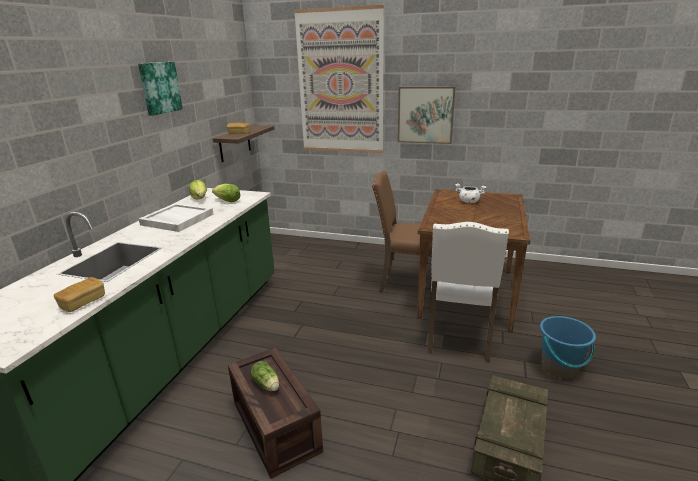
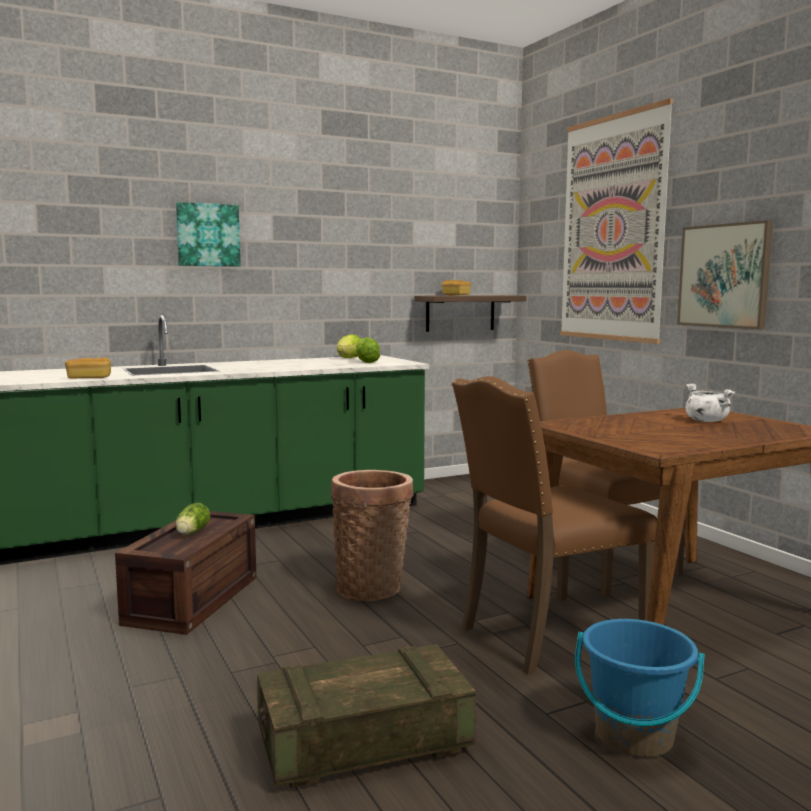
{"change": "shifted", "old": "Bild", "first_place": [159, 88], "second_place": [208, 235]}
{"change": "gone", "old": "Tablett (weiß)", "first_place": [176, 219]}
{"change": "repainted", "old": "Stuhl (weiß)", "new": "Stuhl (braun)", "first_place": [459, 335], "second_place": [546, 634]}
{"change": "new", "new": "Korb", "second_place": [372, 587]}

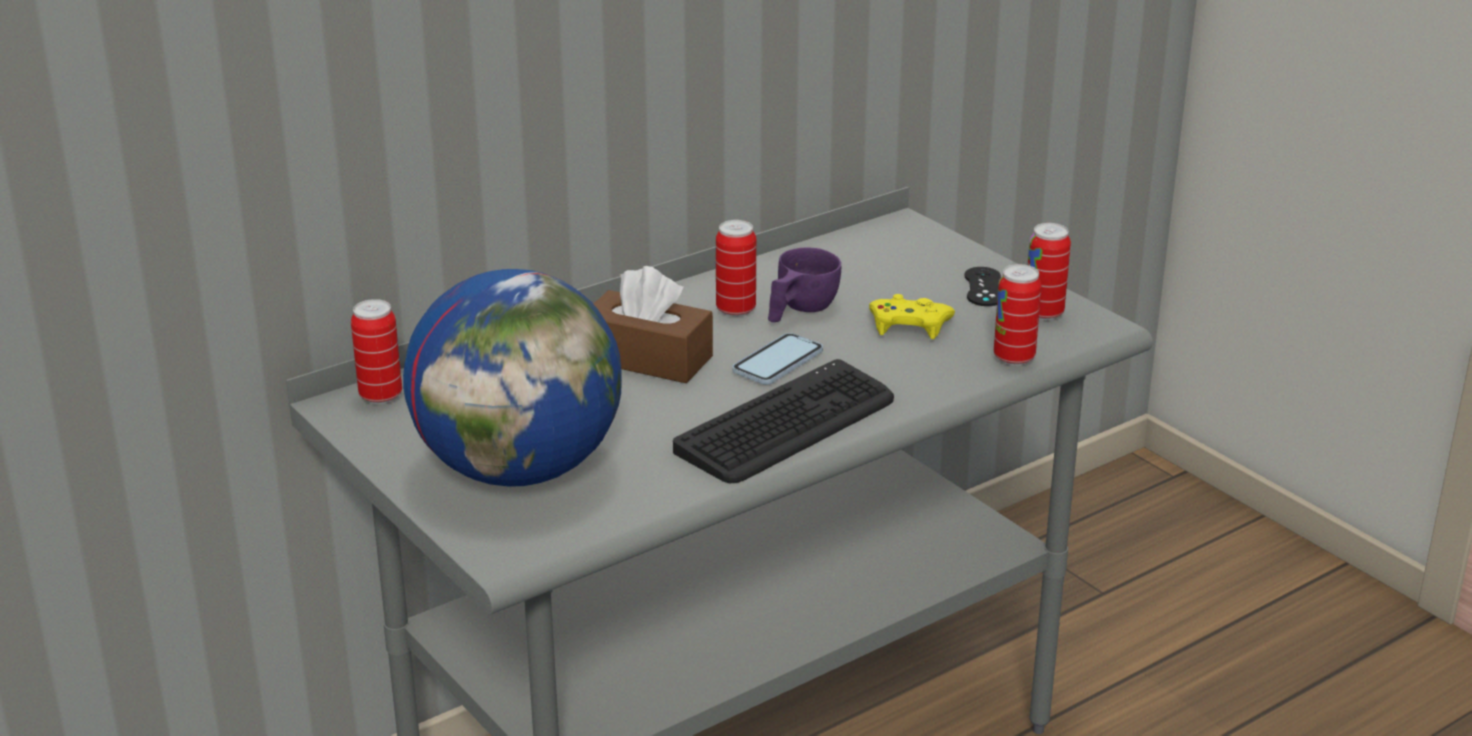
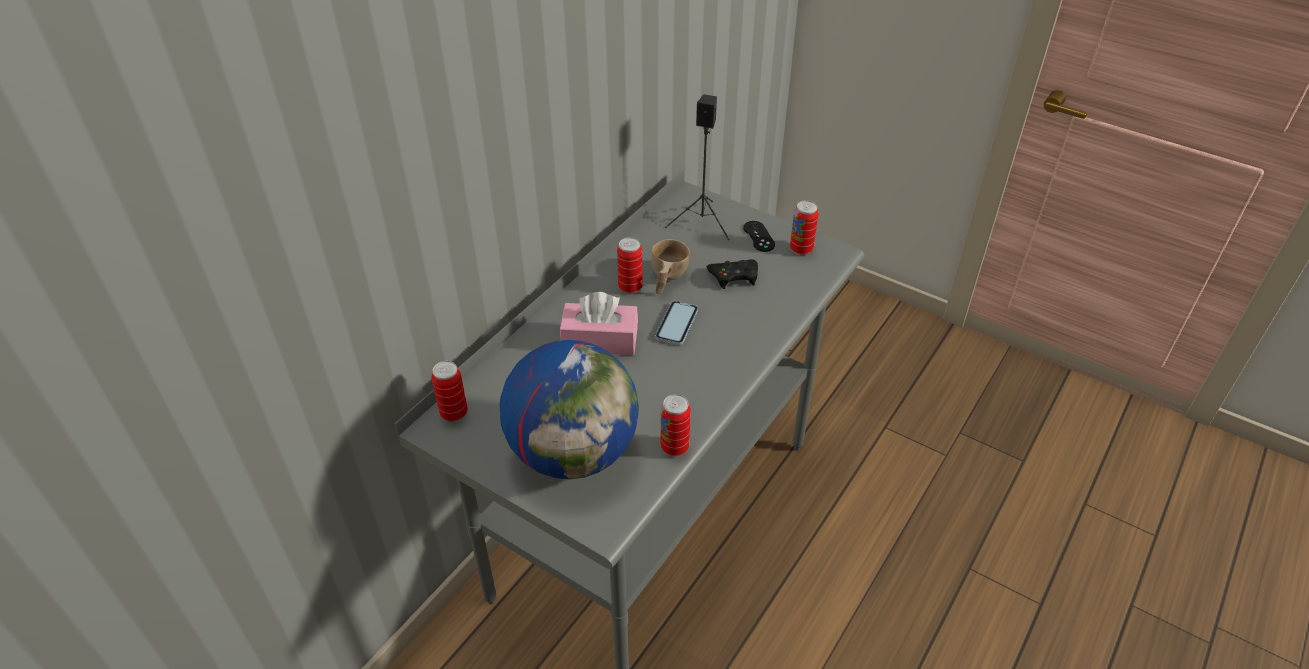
{"change": "repainted", "old": "Tasse (lila)", "new": "Tasse (beige)", "first_place": [799, 310], "second_place": [666, 279]}
{"change": "shifted", "old": "Dose", "first_place": [1014, 358], "second_place": [674, 447]}
{"change": "repainted", "old": "Taschentuchbox (braun)", "new": "Taschentuchbox (rosa)", "first_place": [647, 358], "second_place": [600, 340]}
{"change": "repainted", "old": "Gamepad (gelb)", "new": "Gamepad (schwarz)", "first_place": [909, 325], "second_place": [734, 276]}
{"change": "gone", "old": "Tastatur", "first_place": [787, 425]}
{"change": "new", "new": "Lautsprecher (schwarz)", "second_place": [703, 222]}

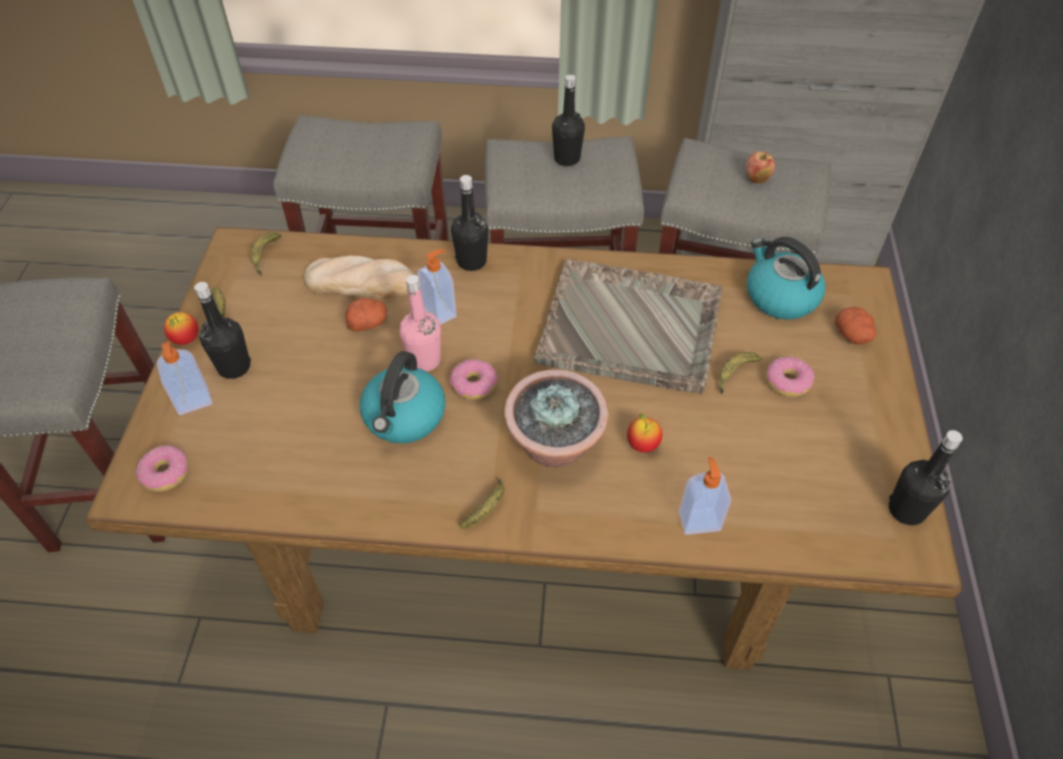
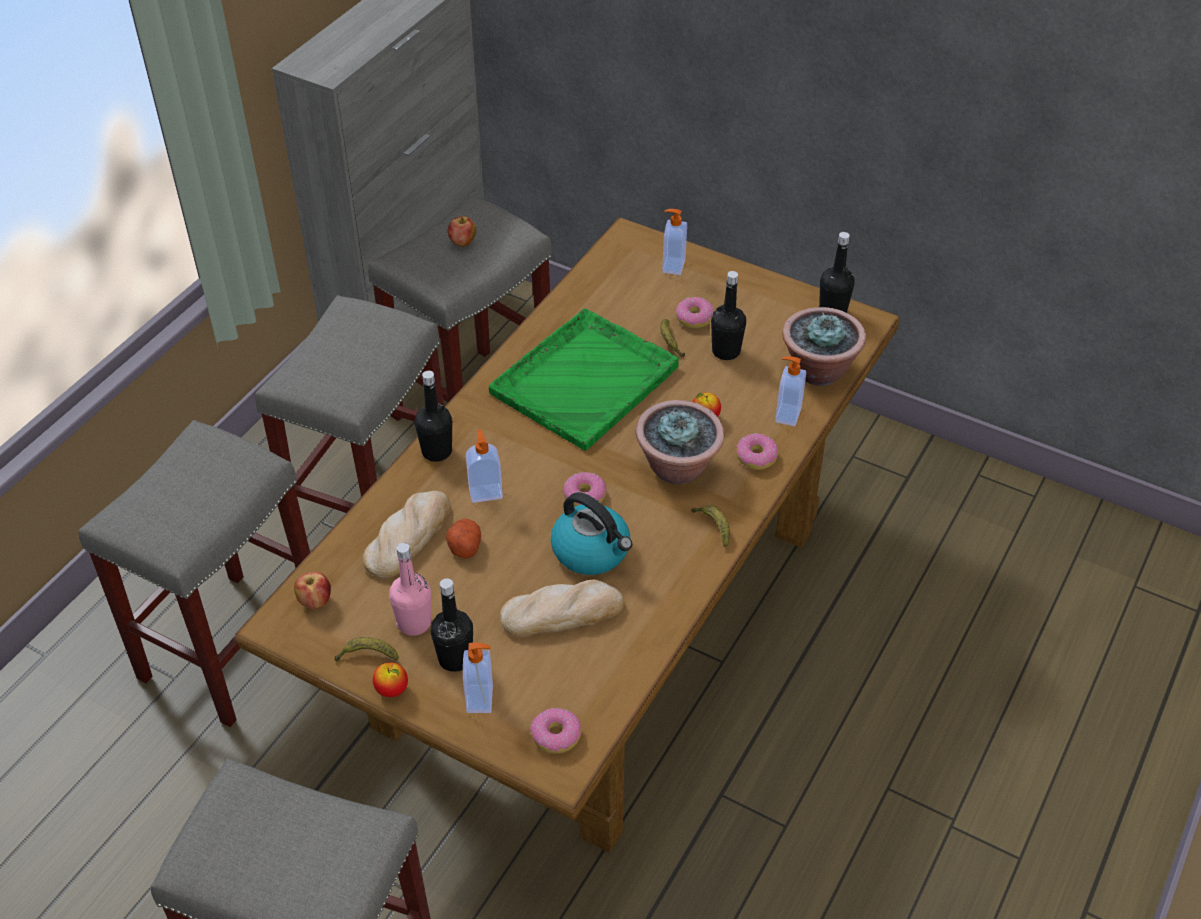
{"change": "shifted", "old": "Flasche (schwarz)", "first_place": [567, 158], "second_place": [726, 351]}
{"change": "swapped", "old": "Banane", "new": "Apfel", "first_place": [265, 256], "second_place": [315, 601]}
{"change": "gone", "old": "Wasserkessel", "first_place": [779, 296]}
{"change": "repainted", "old": "Tablett (grau)", "new": "Tablett (grün)", "first_place": [632, 328], "second_place": [586, 379]}
{"change": "shifted", "old": "Flasche (rosa)", "first_place": [424, 360], "second_place": [414, 623]}
{"change": "swapped", "old": "Kartoffel", "new": "Seifenspender", "first_place": [853, 335], "second_place": [672, 266]}
{"change": "new", "new": "Topfpflanze", "second_place": [818, 370]}
{"change": "new", "new": "Donut", "second_place": [756, 457]}
{"change": "new", "new": "Brot", "second_place": [562, 612]}

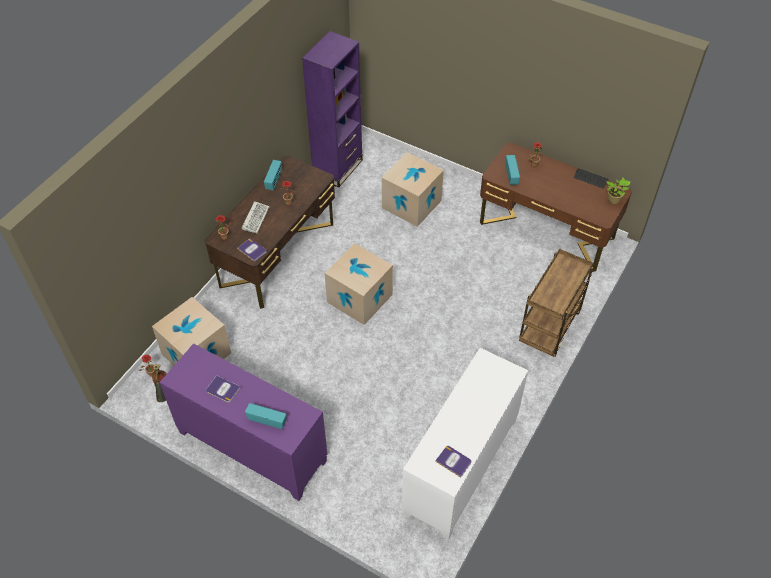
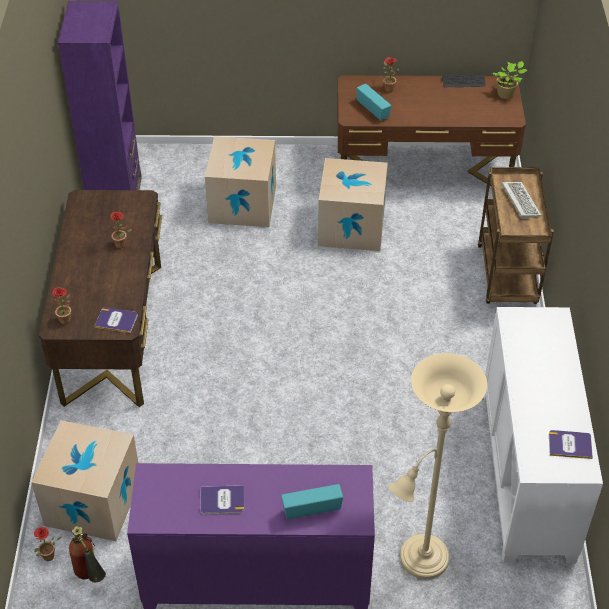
{"change": "gone", "old": "Radio", "first_place": [274, 181]}
{"change": "shifted", "old": "Tastatur", "first_place": [255, 218], "second_place": [519, 200]}
{"change": "shifted", "old": "Karton", "first_place": [359, 298], "second_place": [351, 227]}
{"change": "new", "new": "Stehlampe (beige)", "second_place": [420, 562]}

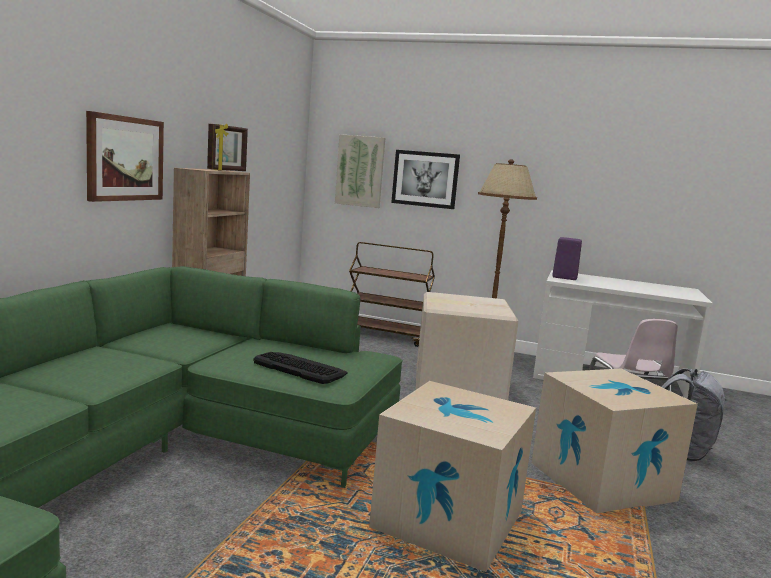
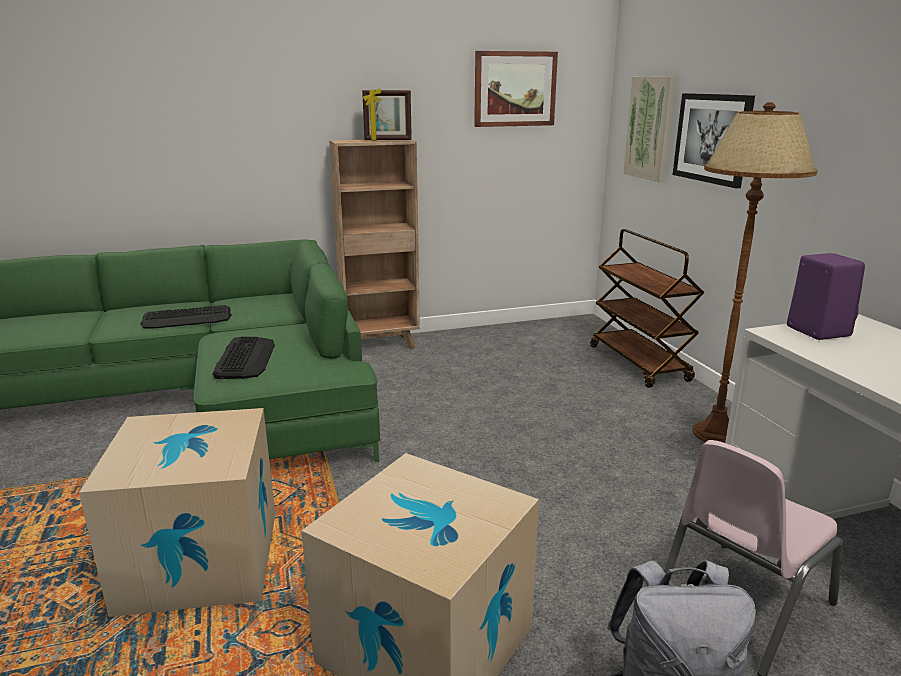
{"change": "shifted", "old": "Bild", "first_place": [125, 158], "second_place": [514, 89]}
{"change": "gone", "old": "Karton", "first_place": [457, 386]}
{"change": "new", "new": "Tastatur", "second_place": [187, 318]}

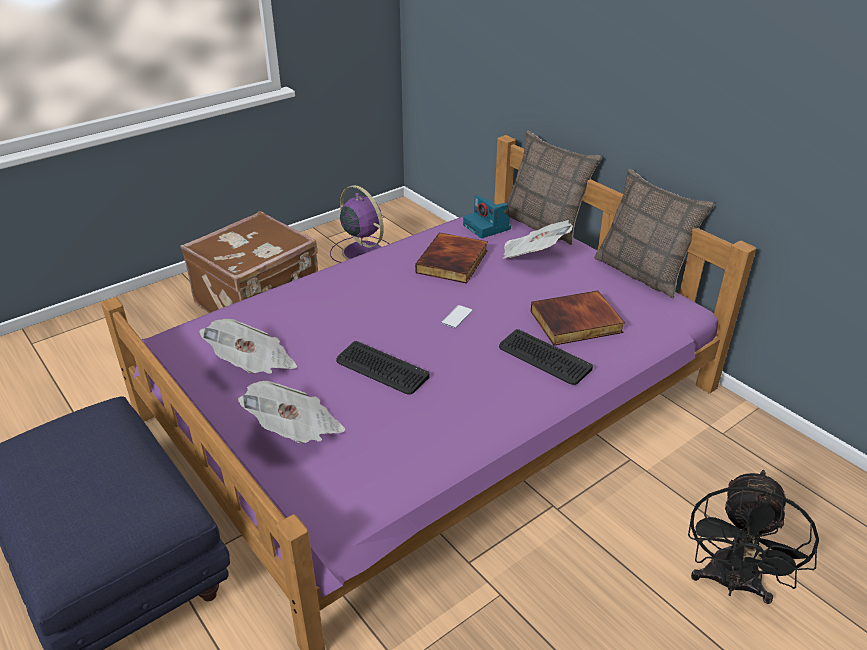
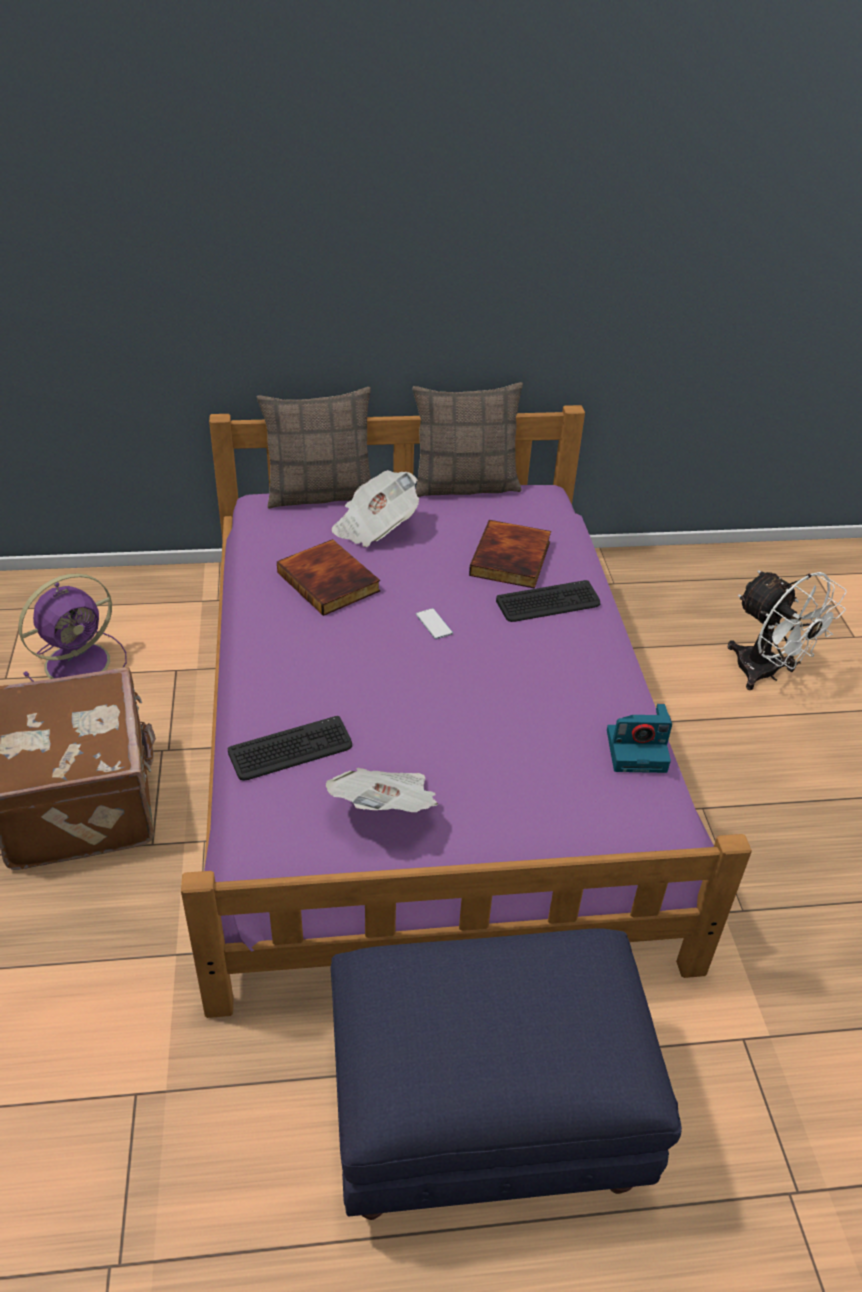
{"change": "rotated", "old": "Ventilator (lila)", "first_place": [362, 251], "second_place": [80, 662], "degrees": 150}
{"change": "shifted", "old": "Kamera", "first_place": [487, 227], "second_place": [638, 750]}
{"change": "shifted", "old": "Tastatur", "first_place": [381, 369], "second_place": [291, 750]}
{"change": "gone", "old": "Zeitung", "first_place": [296, 431]}
{"change": "repainted", "old": "Ventilator (schwarz)", "new": "Ventilator (weiß)", "first_place": [731, 584], "second_place": [766, 673]}

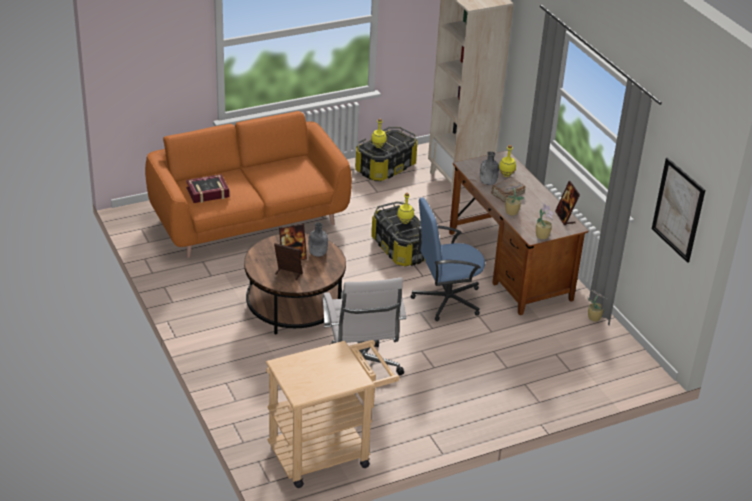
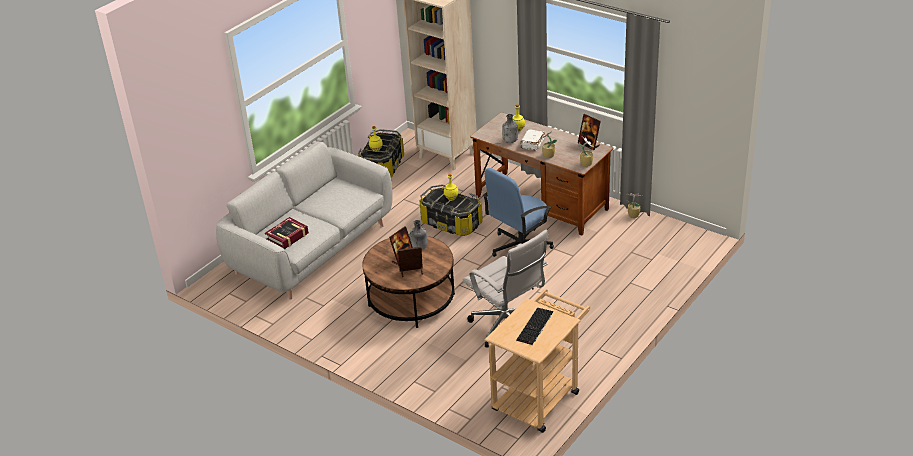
{"change": "repainted", "old": "Sofa (orange)", "new": "Sofa (grau)", "first_place": [248, 219], "second_place": [311, 250]}
{"change": "gone", "old": "Bild", "first_place": [678, 210]}
{"change": "repainted", "old": "Buch (braun)", "new": "Buch (weiß)", "first_place": [507, 194], "second_place": [532, 144]}
{"change": "new", "new": "Tastatur", "second_place": [535, 327]}

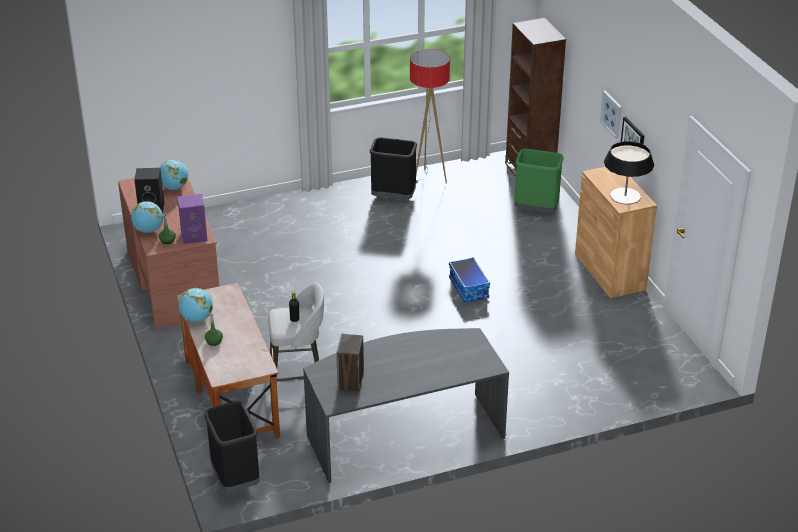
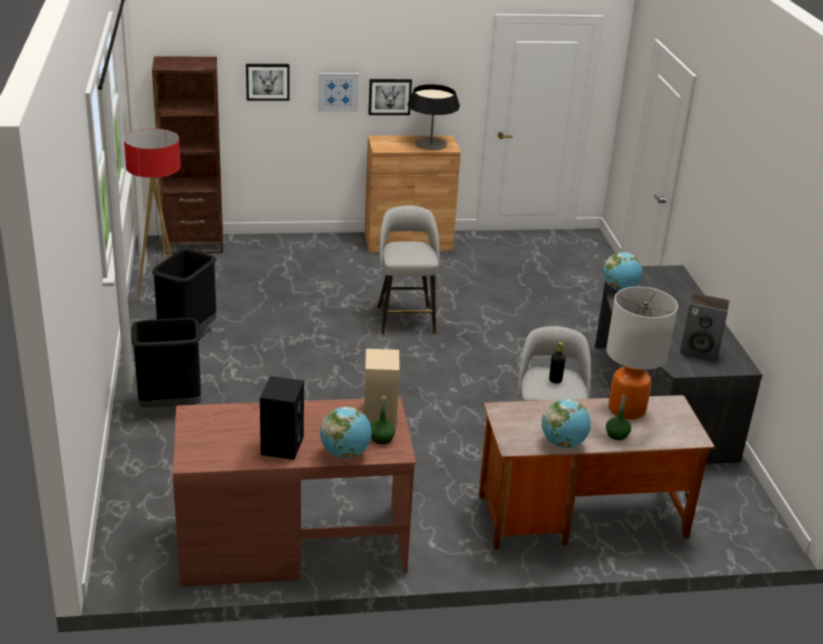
{"change": "gone", "old": "Mülleimer (grün)", "first_place": [535, 210]}
{"change": "shifted", "old": "Globus", "first_place": [174, 188], "second_place": [619, 289]}
{"change": "repainted", "old": "Lautsprecher (lila)", "new": "Lautsprecher (beige)", "first_place": [195, 236], "second_place": [379, 413]}
{"change": "swapped", "old": "Aufbewahrungsbox", "new": "Hocker (grau)", "first_place": [469, 288], "second_place": [405, 319]}
{"change": "shifted", "old": "Mülleimer (schwarz)", "first_place": [236, 480], "second_place": [171, 405]}
{"change": "new", "new": "Bild", "second_place": [267, 81]}
{"change": "new", "new": "Tischlampe", "second_place": [626, 409]}

